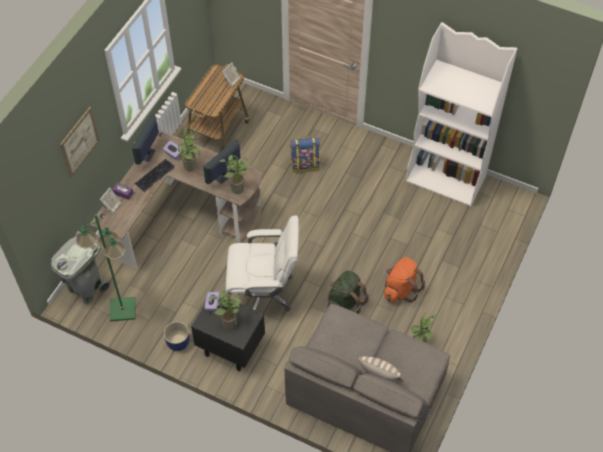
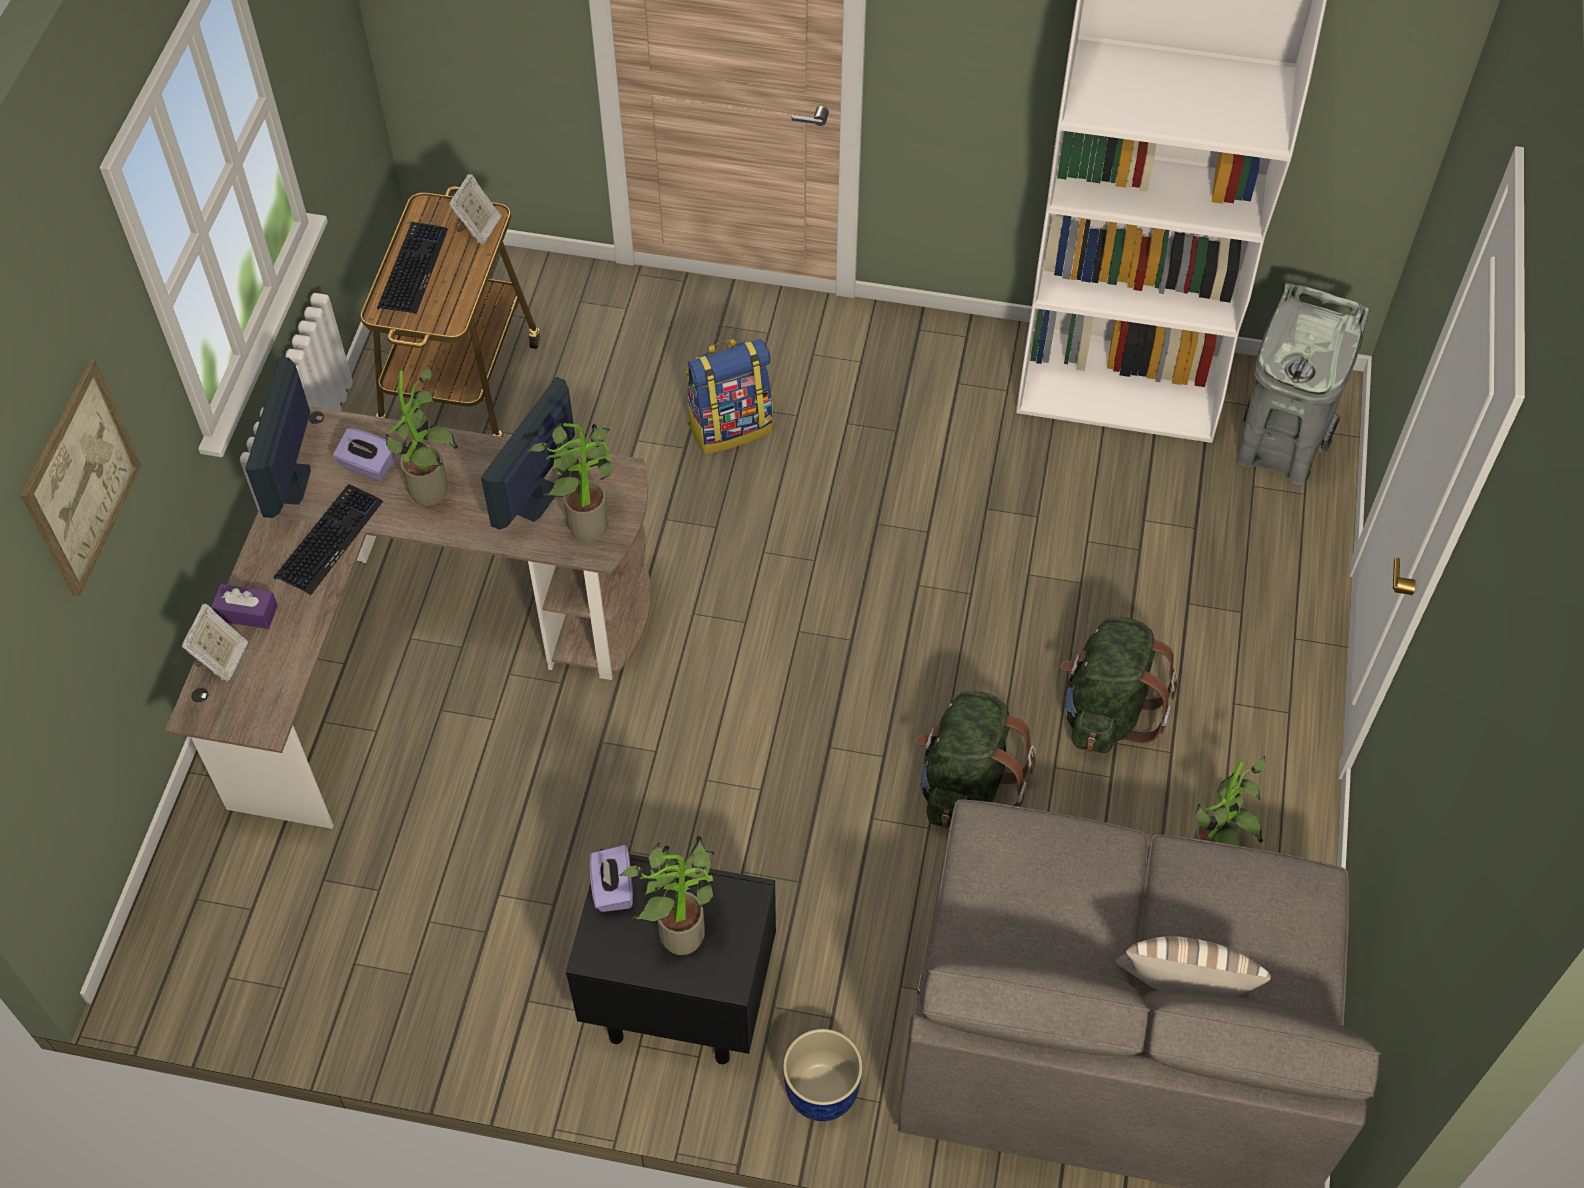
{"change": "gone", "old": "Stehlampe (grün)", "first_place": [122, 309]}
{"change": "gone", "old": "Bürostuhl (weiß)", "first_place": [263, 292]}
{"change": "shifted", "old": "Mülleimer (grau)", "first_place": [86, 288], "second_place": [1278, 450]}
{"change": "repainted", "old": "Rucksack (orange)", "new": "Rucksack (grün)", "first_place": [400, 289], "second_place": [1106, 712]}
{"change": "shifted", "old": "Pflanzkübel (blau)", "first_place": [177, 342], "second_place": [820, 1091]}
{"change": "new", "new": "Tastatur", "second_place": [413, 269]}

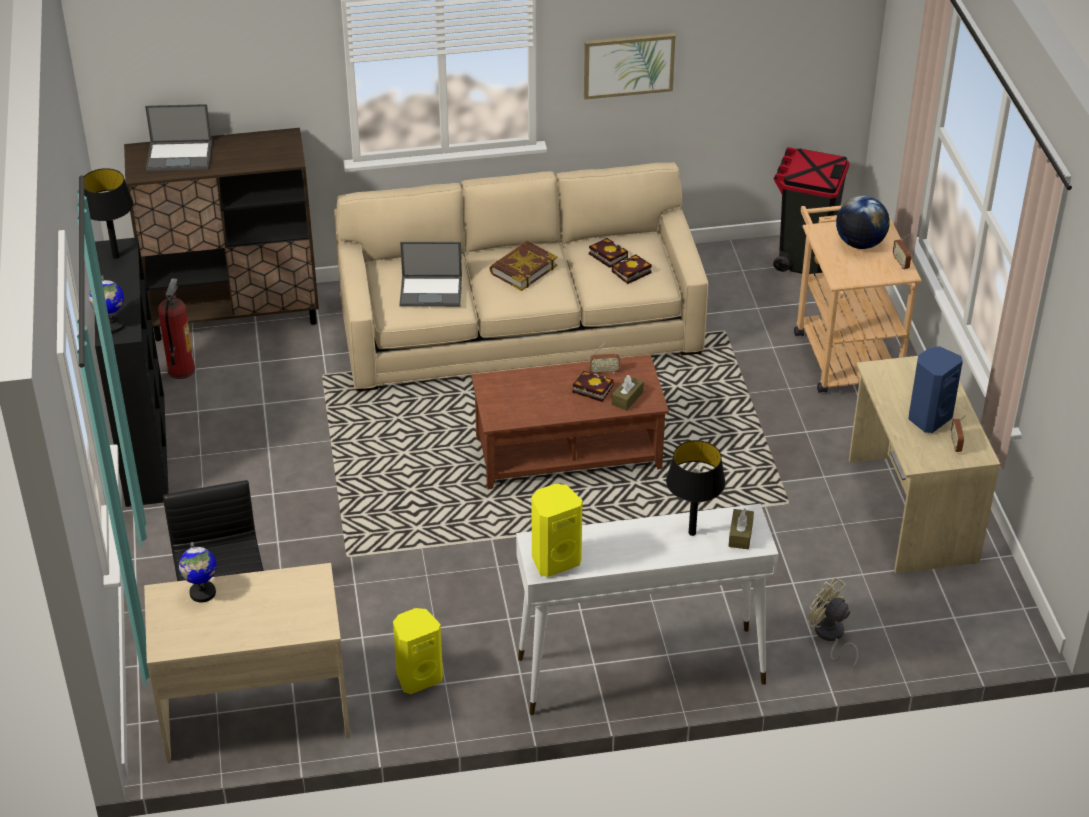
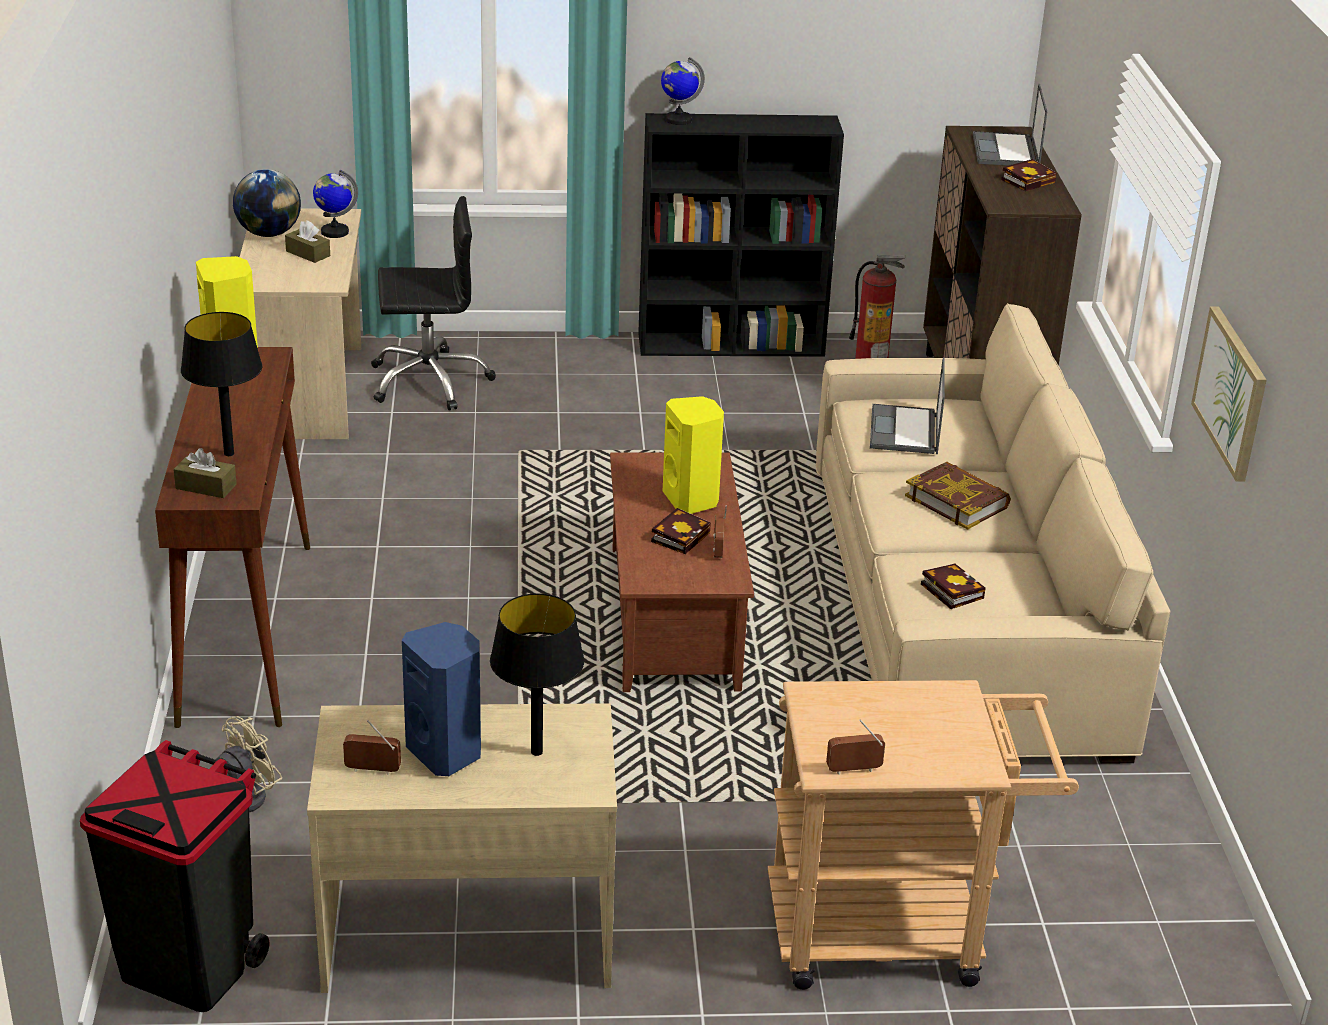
{"change": "shifted", "old": "Mülleimer (schwarz)", "first_place": [803, 257], "second_place": [188, 966]}
{"change": "shifted", "old": "Tischlampe (schwarz)", "first_place": [115, 257], "second_place": [536, 752]}
{"change": "shifted", "old": "Globus", "first_place": [859, 243], "second_place": [269, 234]}
{"change": "shifted", "old": "Buch", "first_place": [606, 255], "second_place": [1029, 180]}
{"change": "shifted", "old": "Taschentuchbox (braun)", "first_place": [627, 398], "second_place": [308, 253]}
{"change": "repainted", "old": "Konsolentisch (weiß)", "new": "Konsolentisch (braun)", "first_place": [639, 671], "second_place": [246, 630]}
{"change": "shifted", "old": "Lautsprecher (gelb)", "first_place": [418, 677], "second_place": [692, 500]}

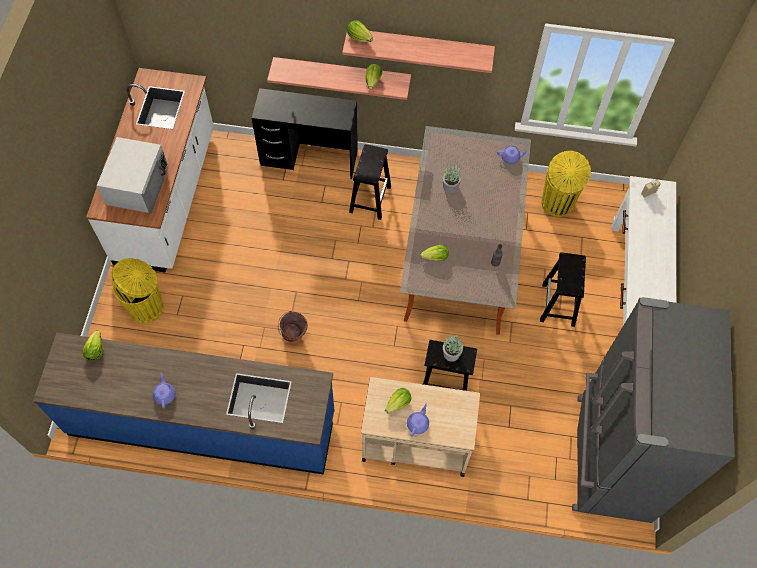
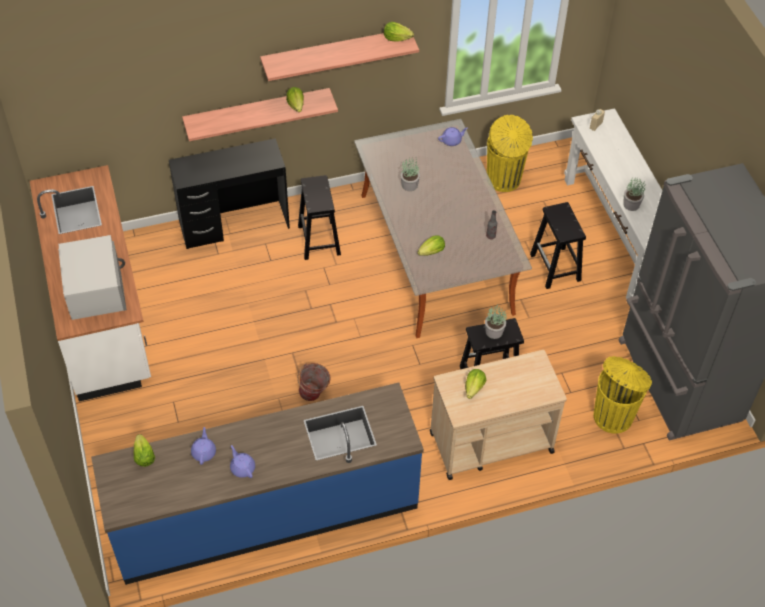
{"change": "shifted", "old": "Salatkopf", "first_place": [359, 37], "second_place": [396, 38]}
{"change": "shifted", "old": "Mülleimer (gelb)", "first_place": [147, 307], "second_place": [614, 415]}
{"change": "shifted", "old": "Teekanne (lila)", "first_place": [418, 424], "second_place": [204, 452]}
{"change": "new", "new": "Topfpflanze", "second_place": [631, 205]}

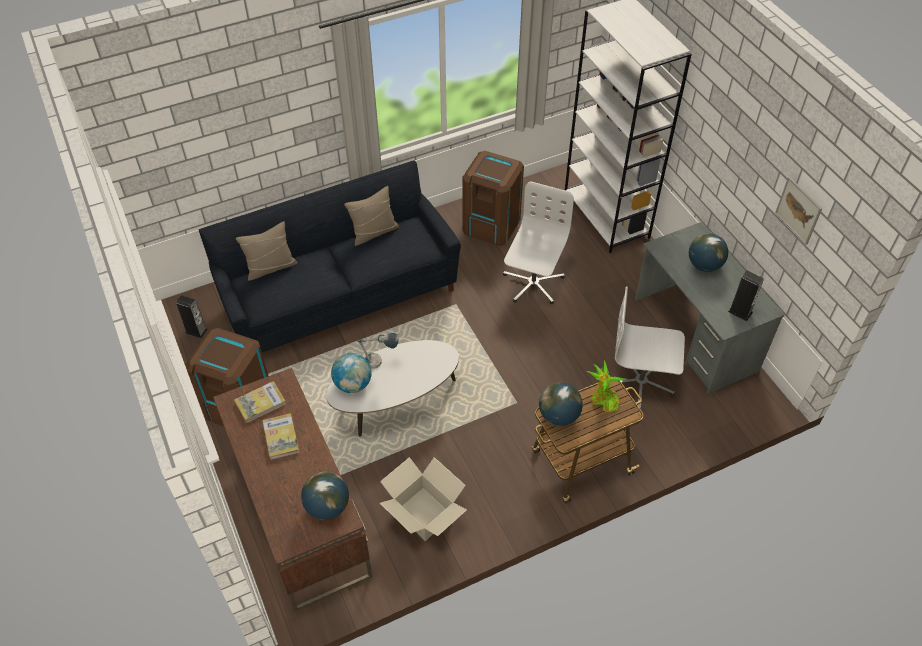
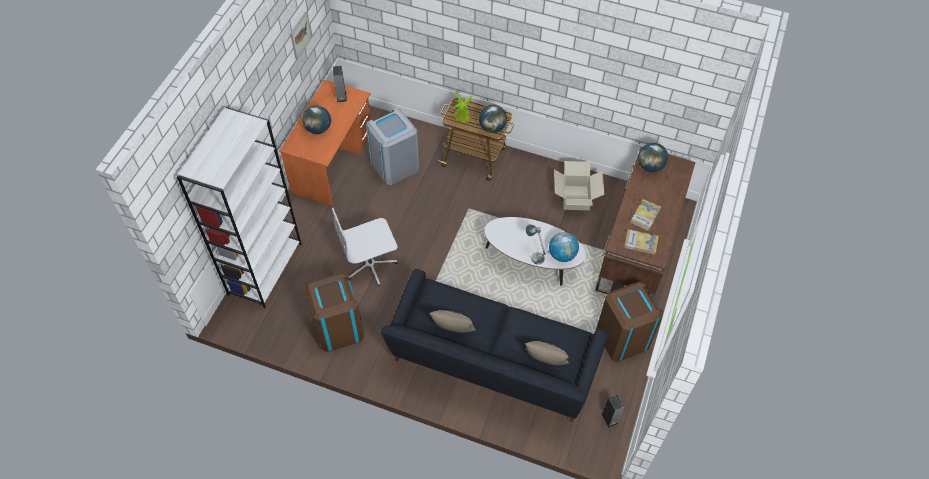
{"change": "repainted", "old": "Schreibtisch (grau)", "new": "Schreibtisch (orange)", "first_place": [694, 335], "second_place": [333, 163]}
{"change": "swapped", "old": "Bürostuhl (weiß)", "new": "Mülleimer (grau)", "first_place": [640, 382], "second_place": [394, 166]}

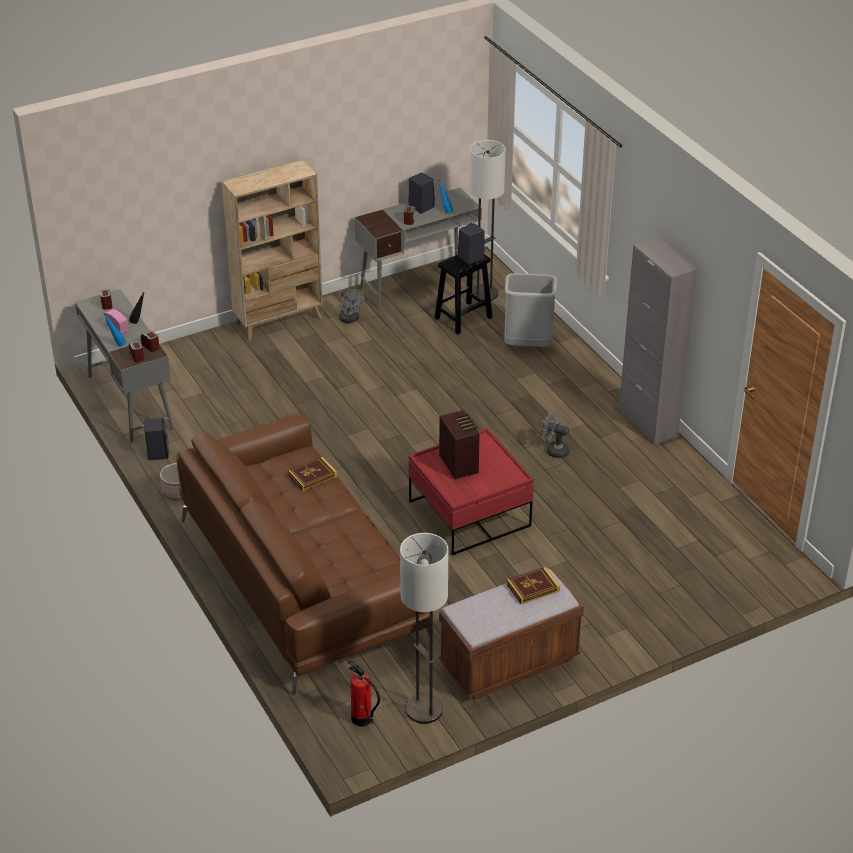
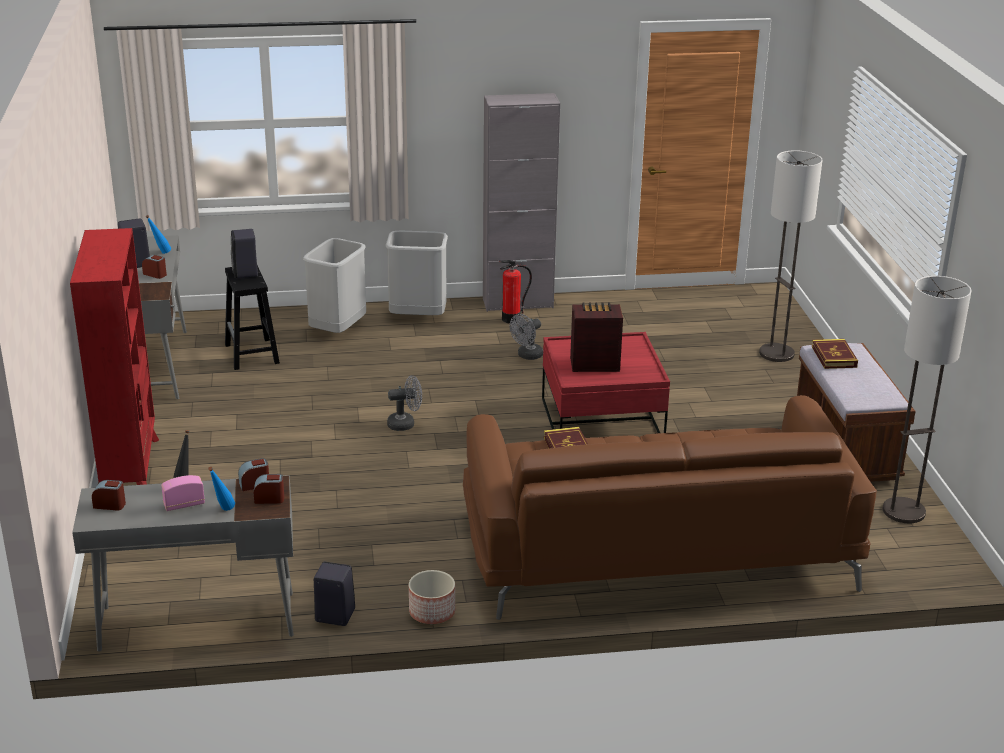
{"change": "shifted", "old": "Stehlampe", "first_place": [484, 294], "second_place": [777, 353]}
{"change": "repainted", "old": "Bücherregal (beige)", "new": "Bücherregal (rot)", "first_place": [279, 321], "second_place": [131, 469]}
{"change": "shifted", "old": "Ventilator (grau)", "first_place": [350, 319], "second_place": [405, 424]}
{"change": "shifted", "old": "Feuerlöscher", "first_place": [361, 719], "second_place": [511, 319]}
{"change": "new", "new": "Mülleimer (grau)", "second_place": [417, 318]}

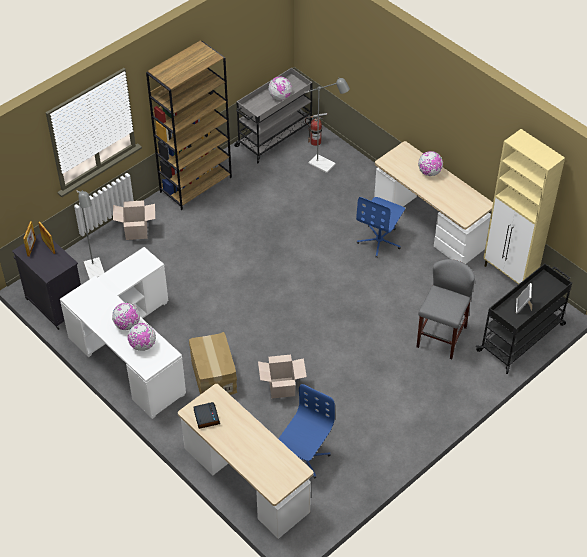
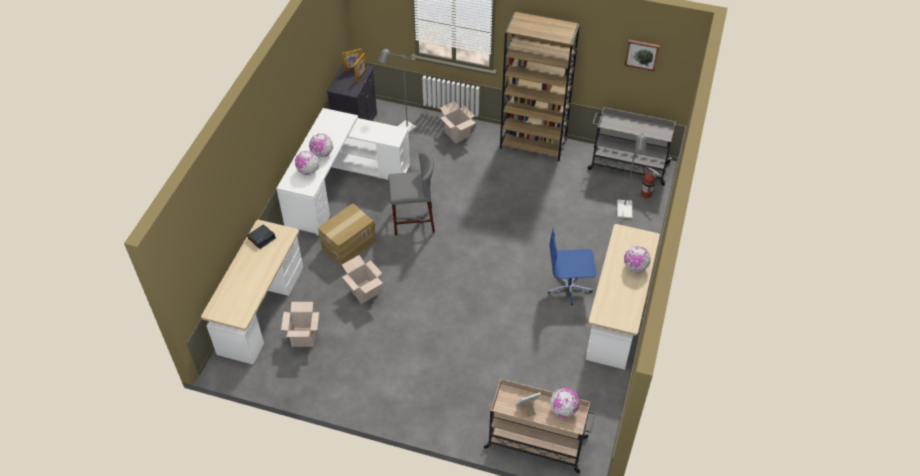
{"change": "shifted", "old": "Globus", "first_place": [280, 97], "second_place": [563, 410]}
{"change": "gone", "old": "Schrank (beige)", "first_place": [509, 274]}
{"change": "shifted", "old": "Hocker (grau)", "first_place": [441, 337], "second_place": [413, 221]}
{"change": "repainted", "old": "Rollwagen (schwarz)", "new": "Rollwagen (beige)", "first_place": [522, 337], "second_place": [537, 443]}
{"change": "swapped", "old": "Bürostuhl (blau)", "new": "Karton", "first_place": [303, 457], "second_place": [303, 337]}
{"change": "new", "new": "Bild", "second_place": [642, 54]}

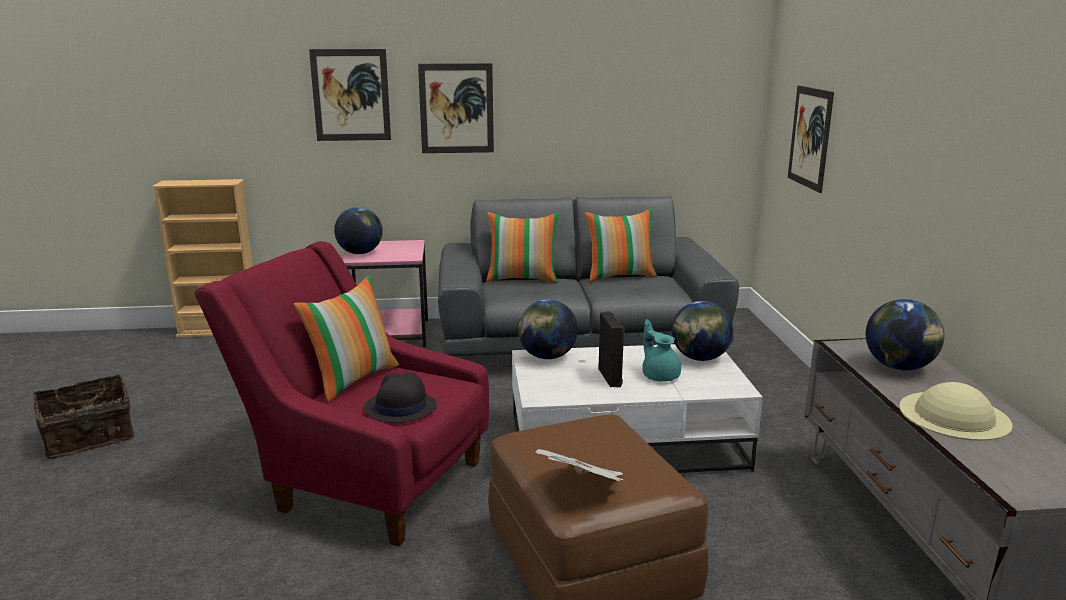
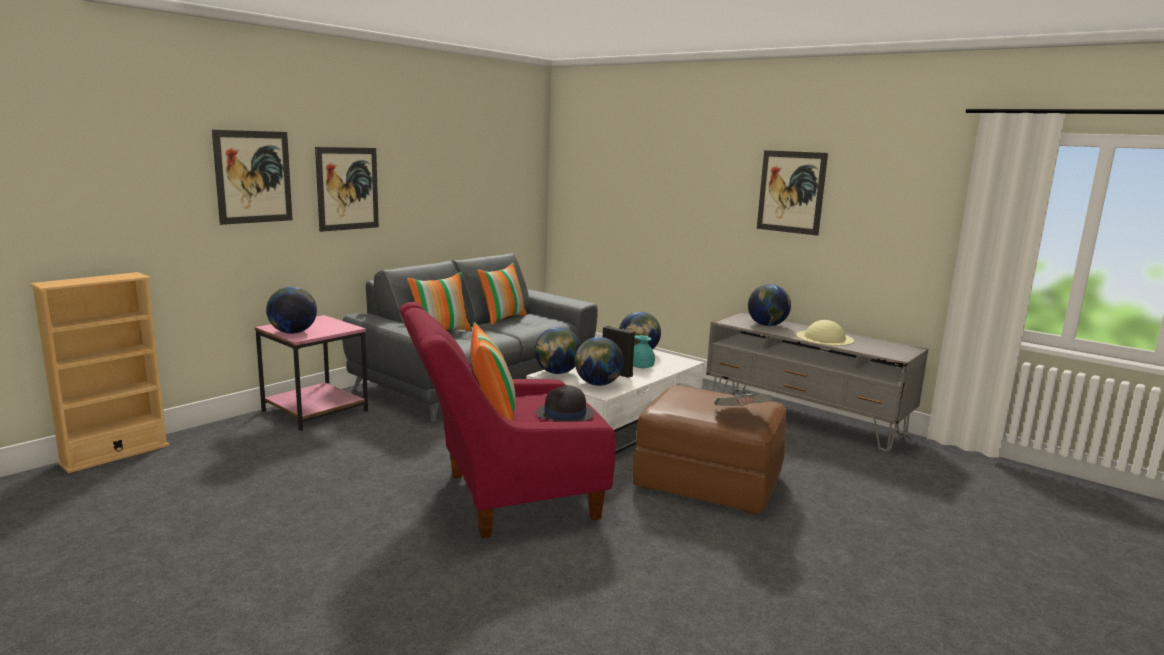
{"change": "shifted", "old": "Bild", "first_place": [810, 137], "second_place": [791, 192]}
{"change": "gone", "old": "Korb", "first_place": [89, 438]}
{"change": "new", "new": "Globus", "second_place": [597, 384]}

